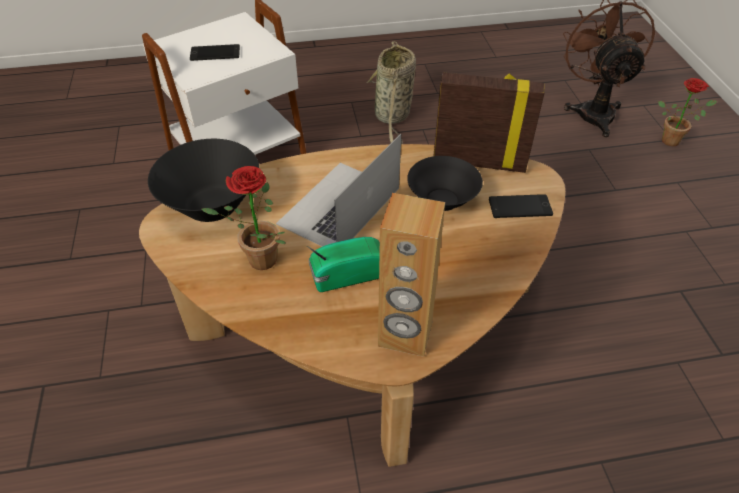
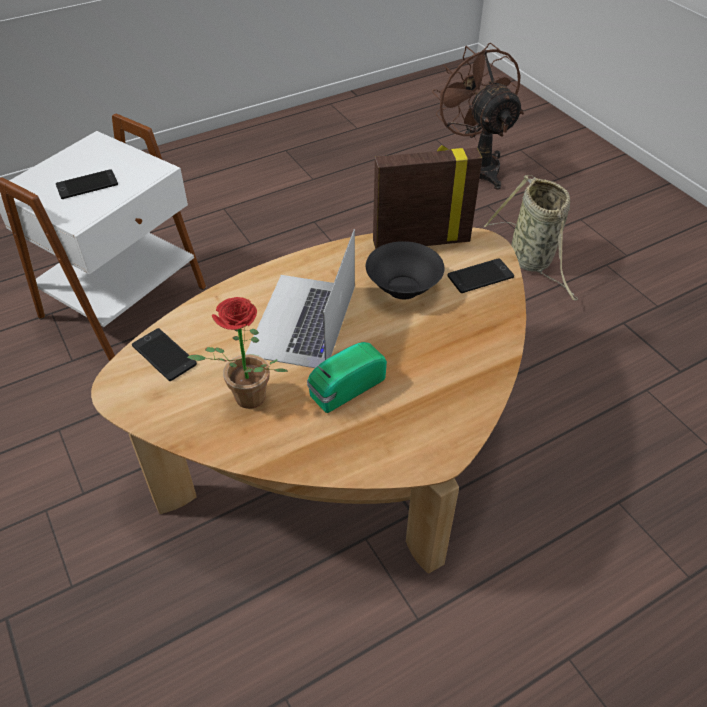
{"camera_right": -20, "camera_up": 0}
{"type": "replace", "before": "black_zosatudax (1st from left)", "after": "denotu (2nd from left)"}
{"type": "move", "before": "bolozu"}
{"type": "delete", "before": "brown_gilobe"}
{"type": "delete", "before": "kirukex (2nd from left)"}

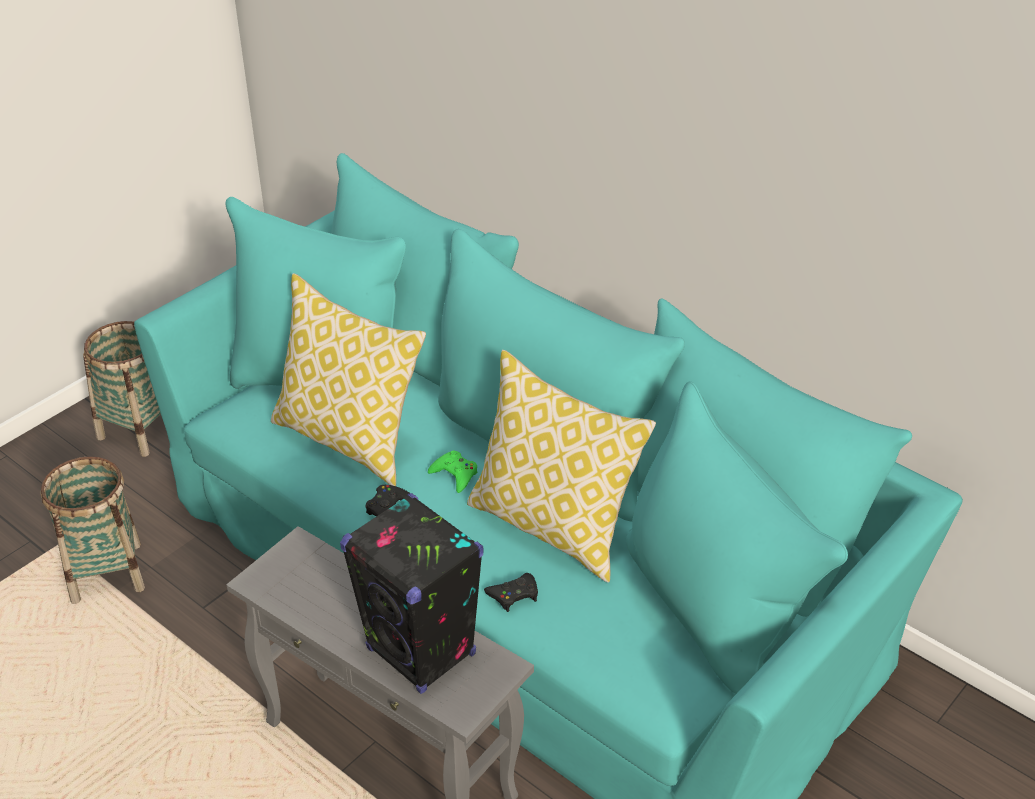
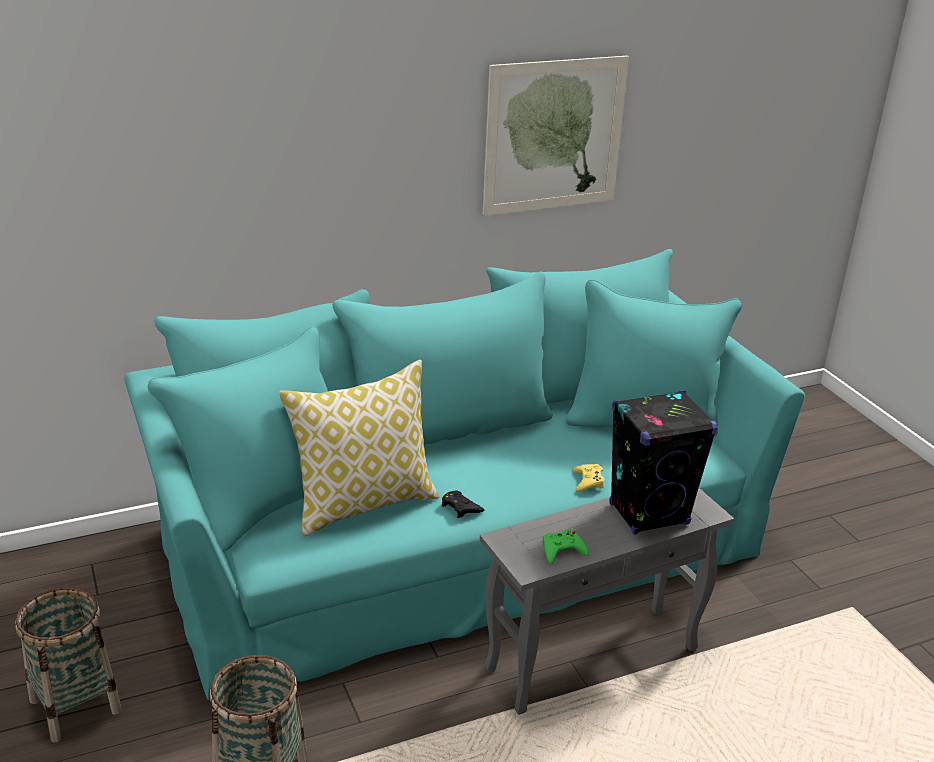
{"camera_right": -65, "camera_up": -10}
{"type": "move", "before": "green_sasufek"}
{"type": "delete", "before": "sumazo (2nd from left)"}
{"type": "recolor", "before": "black_sasufek (2nd from left)", "after": "yellow_sasufek"}
{"type": "insert", "after": "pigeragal"}

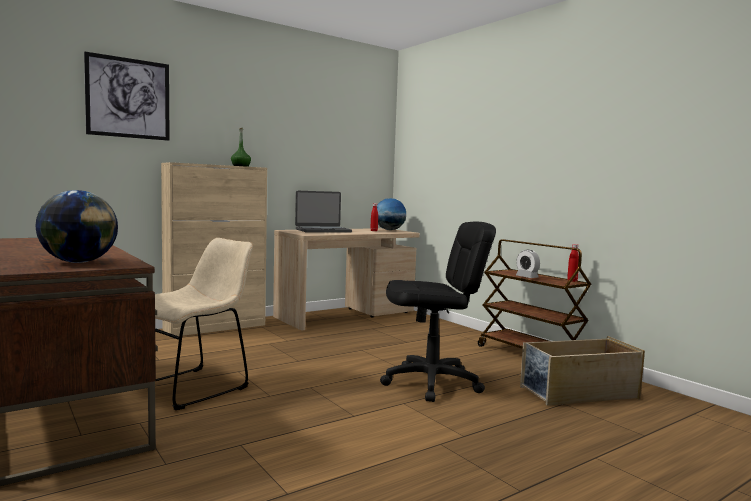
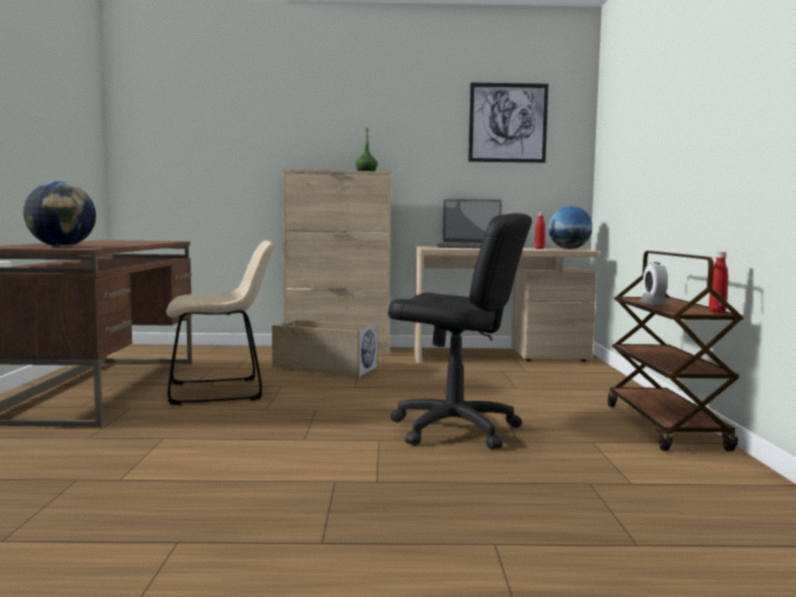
{"camera_right": 35, "camera_up": 0}
{"type": "move", "before": "pigeragal"}
{"type": "move", "before": "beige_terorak"}

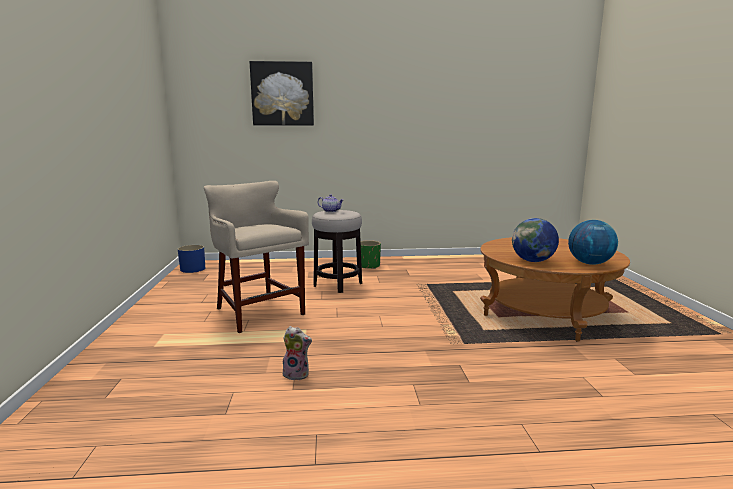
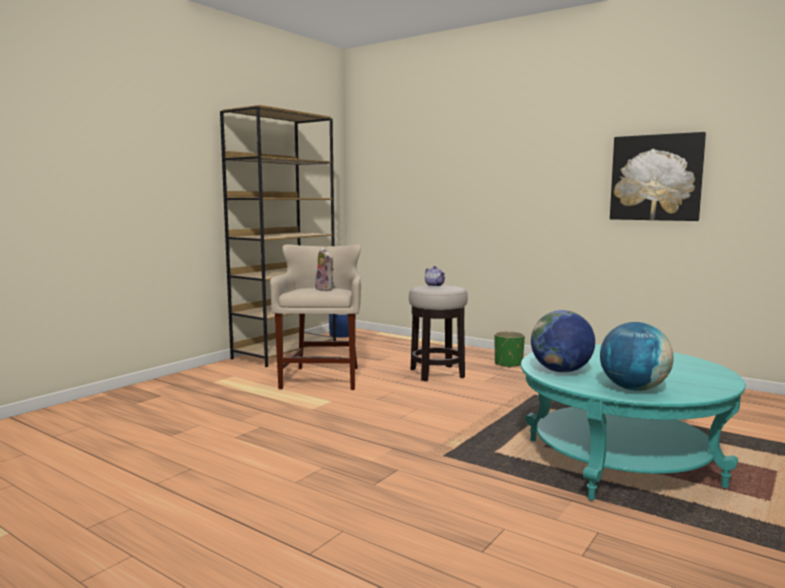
{"camera_right": 40, "camera_up": -5}
{"type": "move", "before": "pigeragal"}
{"type": "move", "before": "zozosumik"}
{"type": "recolor", "before": "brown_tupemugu", "after": "turquoise_tupemugu"}
{"type": "insert", "after": "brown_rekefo"}

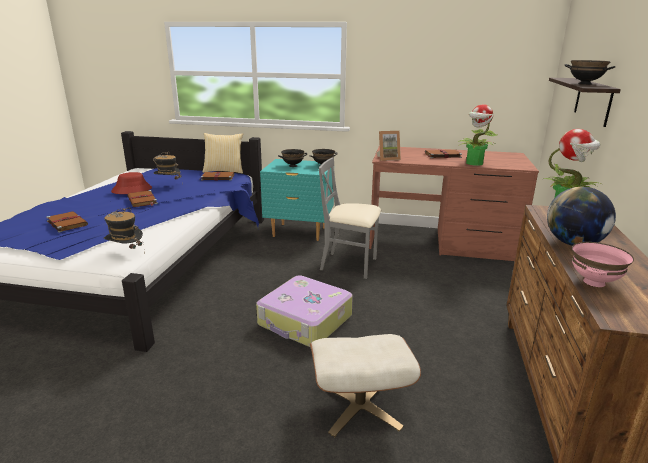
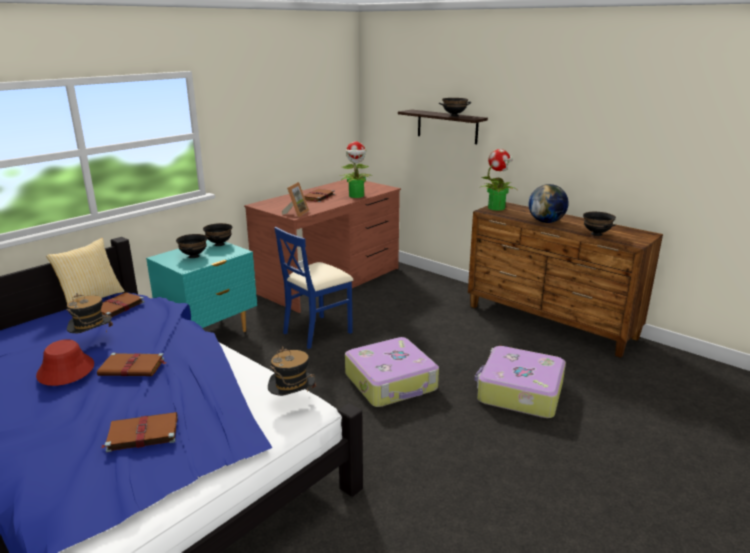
{"camera_right": -60, "camera_up": 0}
{"type": "replace", "before": "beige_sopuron", "after": "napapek (2nd from left)"}
{"type": "recolor", "before": "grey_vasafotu", "after": "blue_vasafotu"}
{"type": "recolor", "before": "pink_zosatudax", "after": "black_zosatudax (4th from left)"}

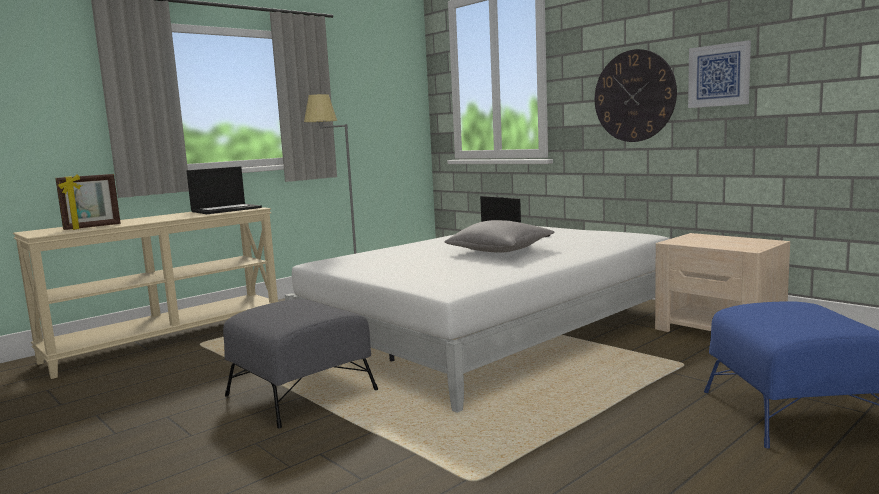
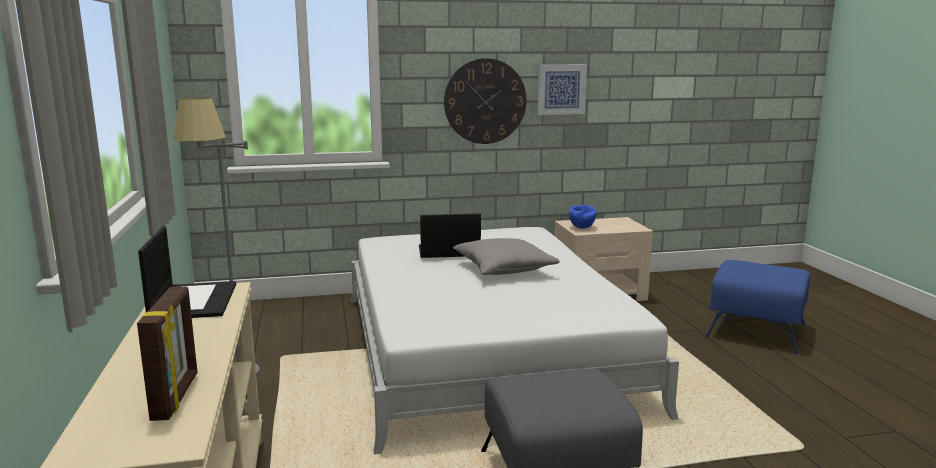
{"camera_right": -60, "camera_up": 5}
{"type": "insert", "after": "blue_zosatudax"}

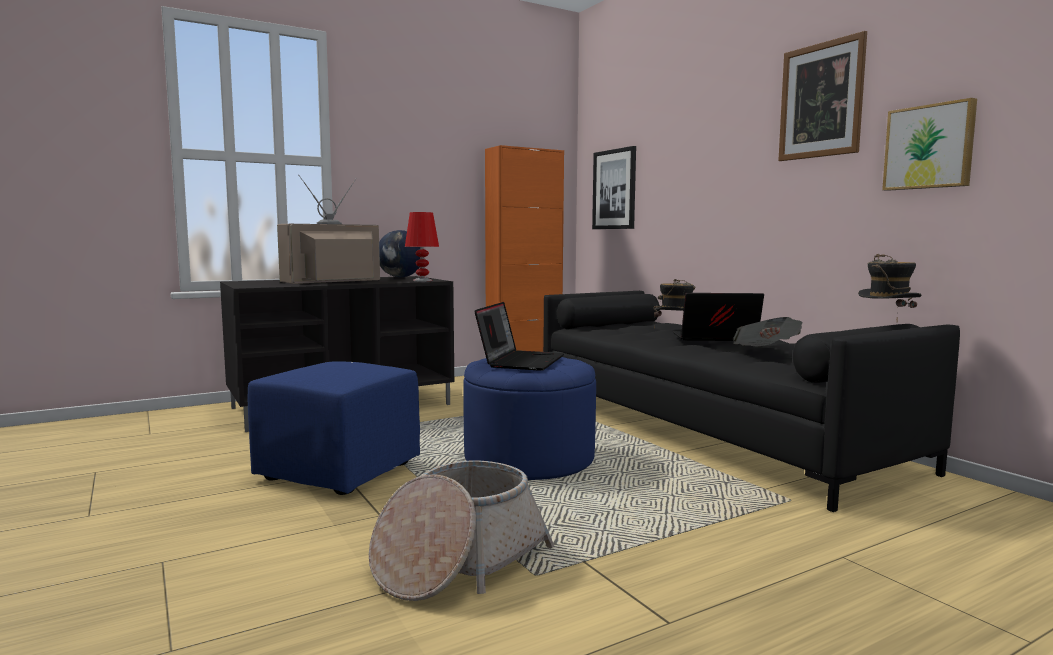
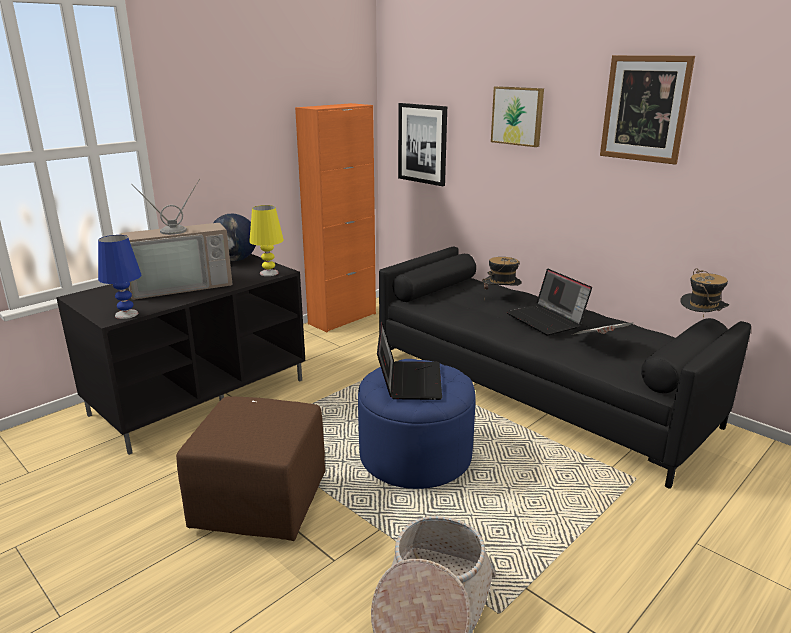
{"camera_right": -15, "camera_up": 15}
{"type": "recolor", "before": "blue_sopuron (1st from left)", "after": "brown_sopuron"}
{"type": "rotate", "before": "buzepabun", "turn": -150}
{"type": "recolor", "before": "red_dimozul", "after": "yellow_dimozul"}
{"type": "rotate", "before": "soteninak (2nd from left)", "turn": -105}
{"type": "move", "before": "pigeragal (3rd from left in the first image)", "after": "pigeragal (2nd from left)"}
{"type": "insert", "after": "blue_dimozul"}

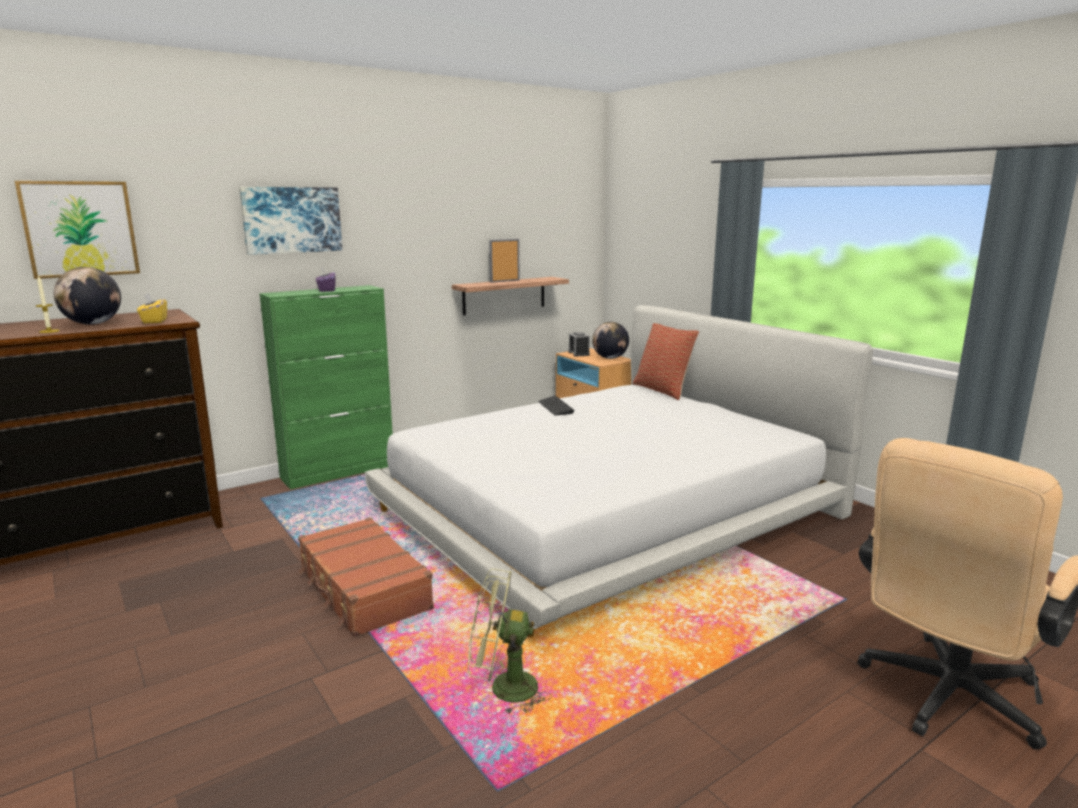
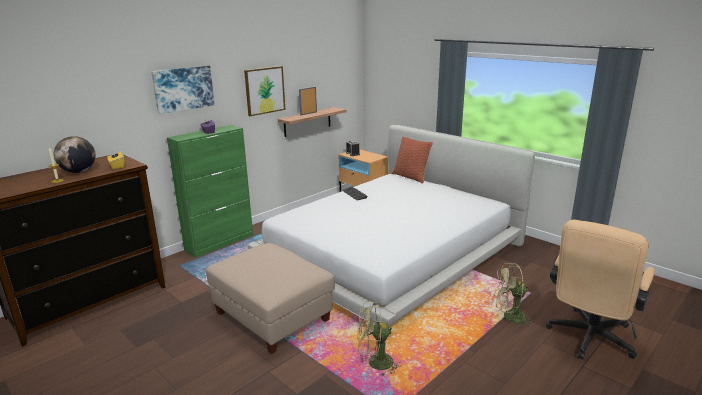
{"camera_right": -10, "camera_up": 5}
{"type": "move", "before": "pigeragal (1st from left in the first image)", "after": "pigeragal (2nd from left)"}
{"type": "replace", "before": "brown_napapek", "after": "beige_sopuron"}
{"type": "delete", "before": "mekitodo (2nd from left)"}
{"type": "insert", "after": "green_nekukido (2nd from left)"}

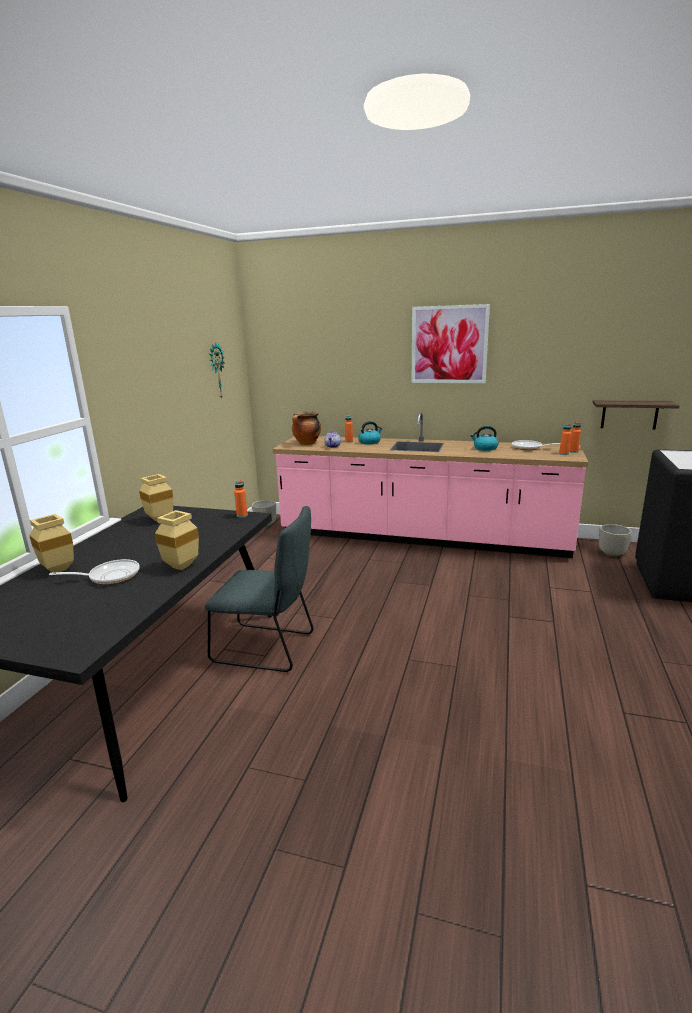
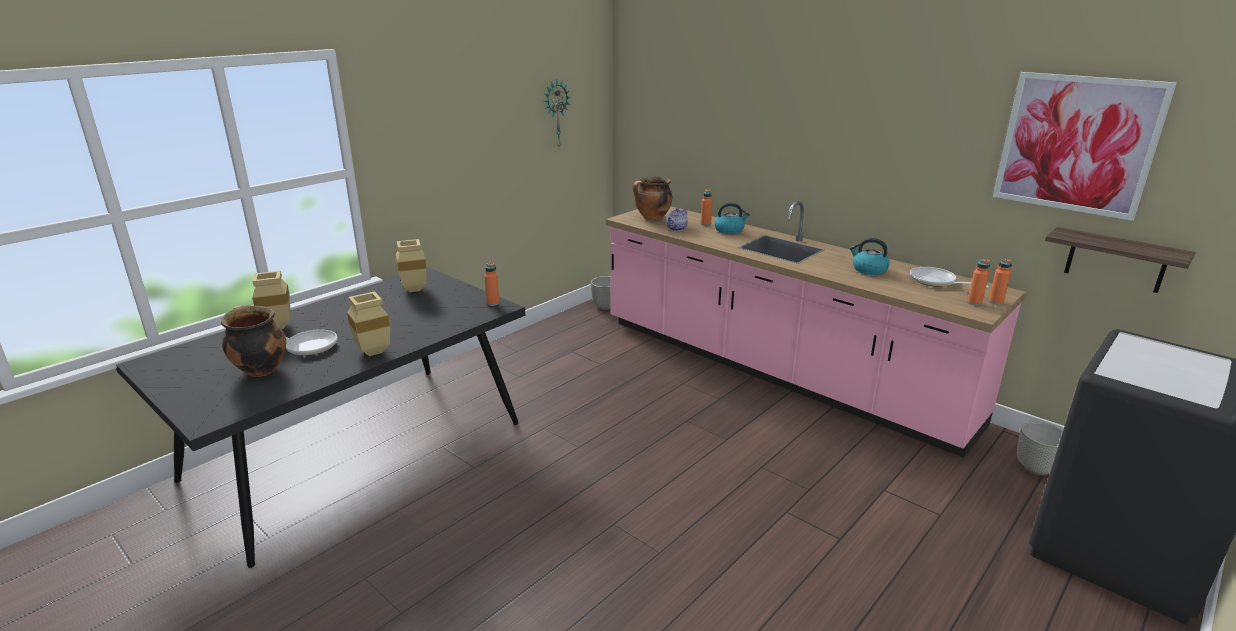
{"camera_right": 25, "camera_up": 5}
{"type": "delete", "before": "grey_vasafotu"}
{"type": "move", "before": "pigeragal"}
{"type": "insert", "after": "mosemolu (1st from left)"}

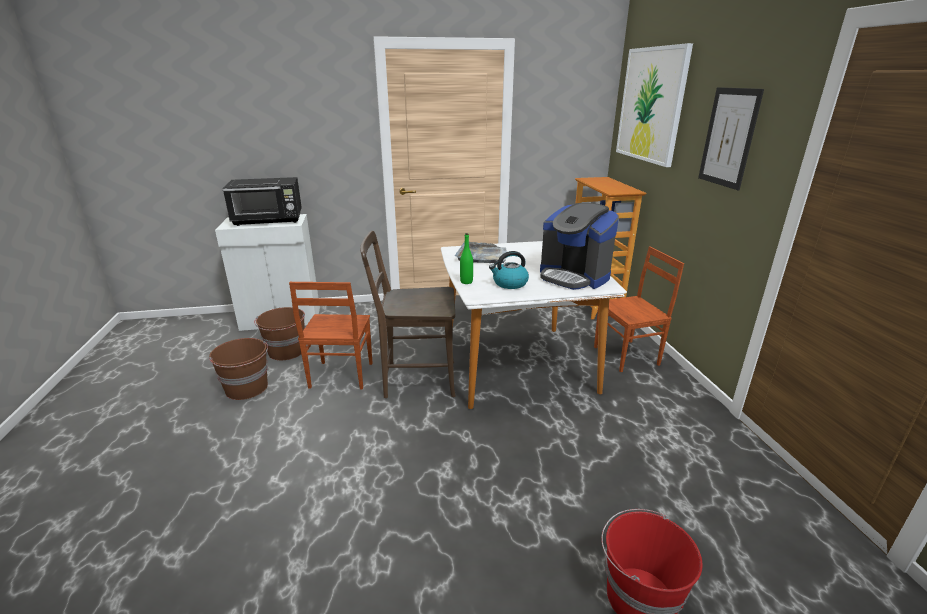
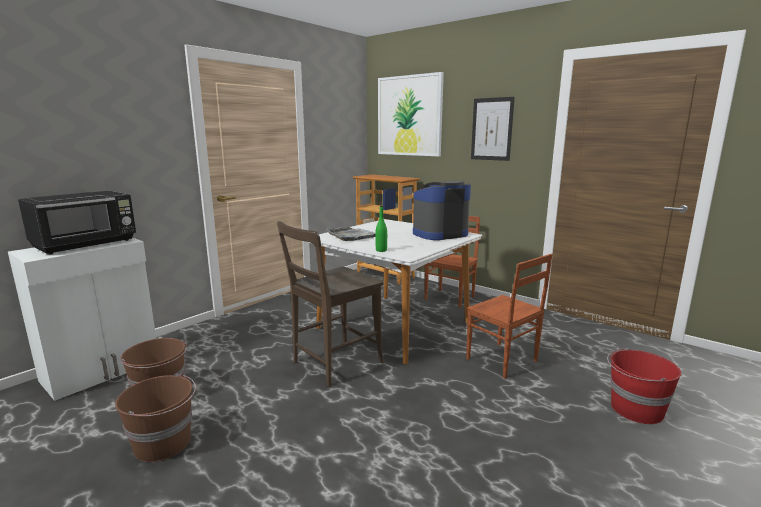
{"camera_right": -40, "camera_up": -10}
{"type": "move", "before": "brown_vasafotu (1st from left in the first image)", "after": "brown_vasafotu (3rd from left)"}
{"type": "delete", "before": "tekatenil"}
{"type": "rotate", "before": "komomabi", "turn": 150}

